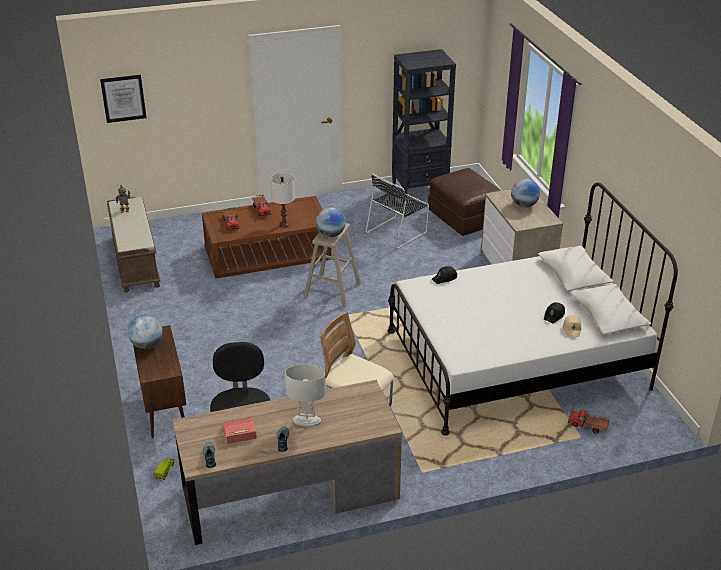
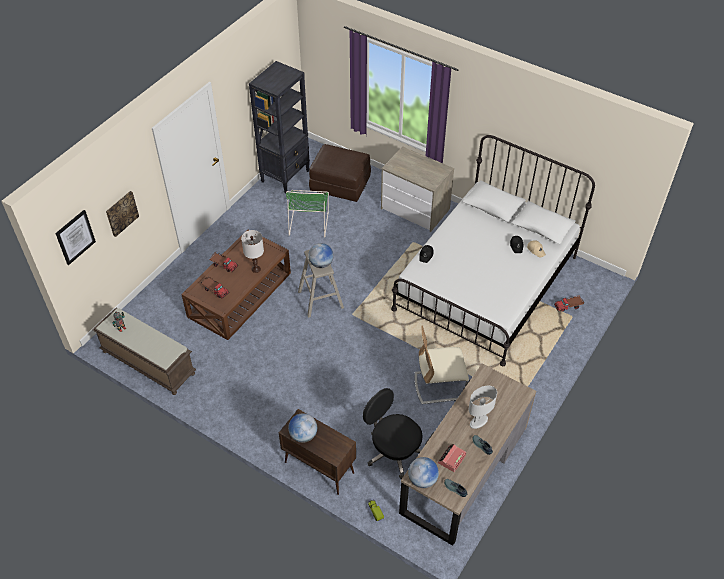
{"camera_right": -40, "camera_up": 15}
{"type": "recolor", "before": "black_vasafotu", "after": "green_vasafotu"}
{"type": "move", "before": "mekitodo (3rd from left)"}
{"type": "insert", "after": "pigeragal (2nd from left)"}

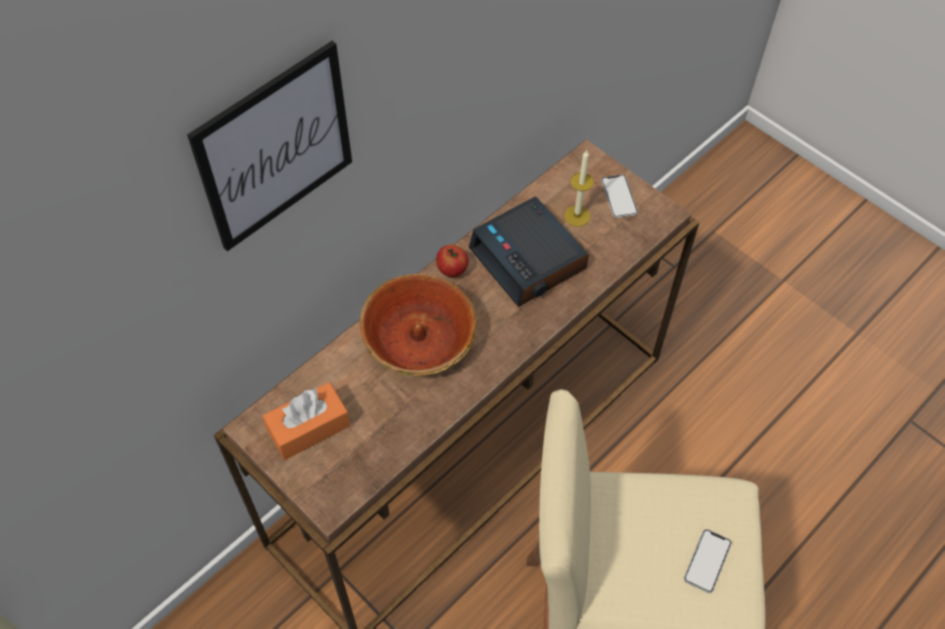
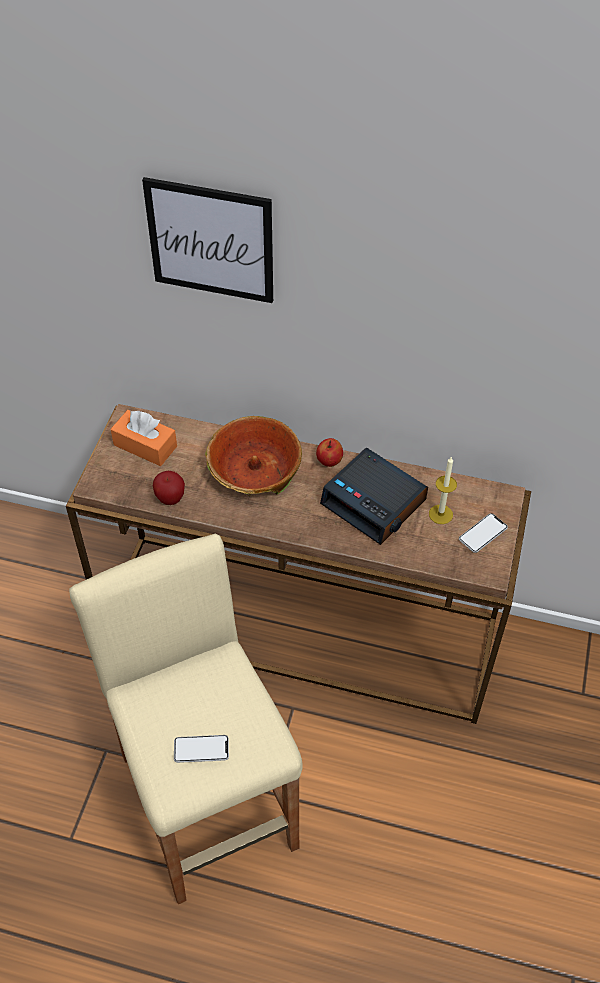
{"camera_right": 60, "camera_up": -5}
{"type": "rotate", "before": "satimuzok", "turn": -75}
{"type": "insert", "after": "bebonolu (1st from left)"}

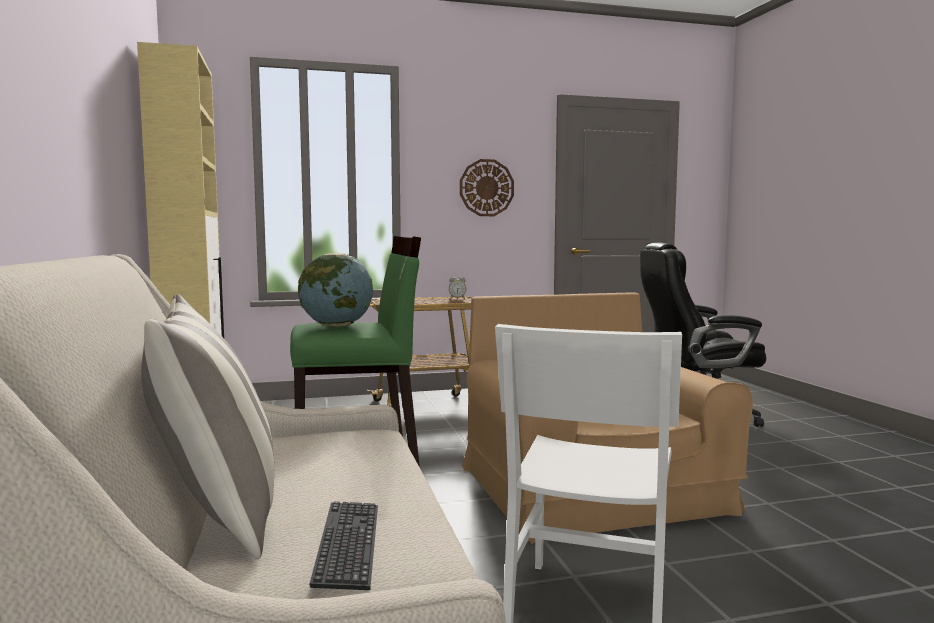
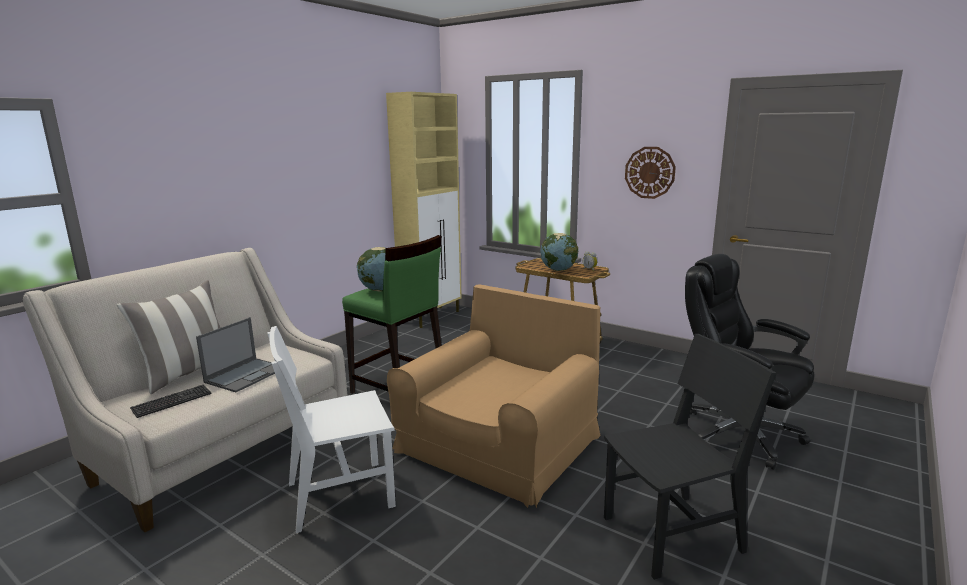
{"camera_right": 50, "camera_up": 10}
{"type": "insert", "after": "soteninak"}
{"type": "insert", "after": "mekitodo (2nd from left)"}
{"type": "insert", "after": "black_vasafotu"}

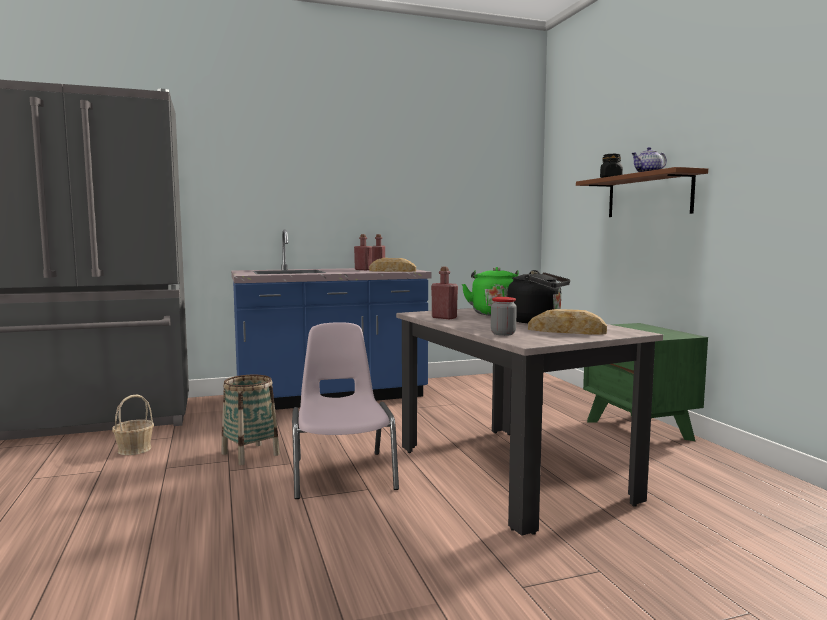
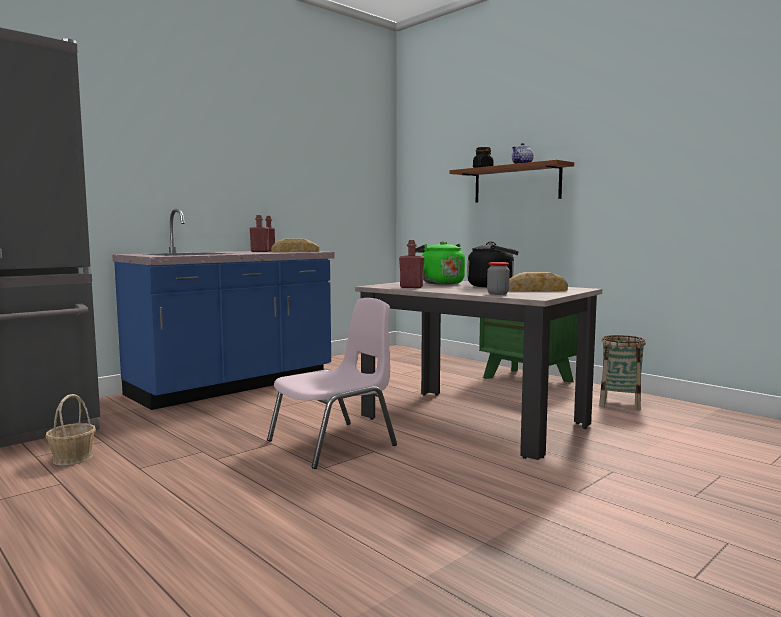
{"camera_right": -25, "camera_up": 0}
{"type": "move", "before": "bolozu (2nd from left)"}
{"type": "rotate", "before": "pink_vasafotu", "turn": 90}

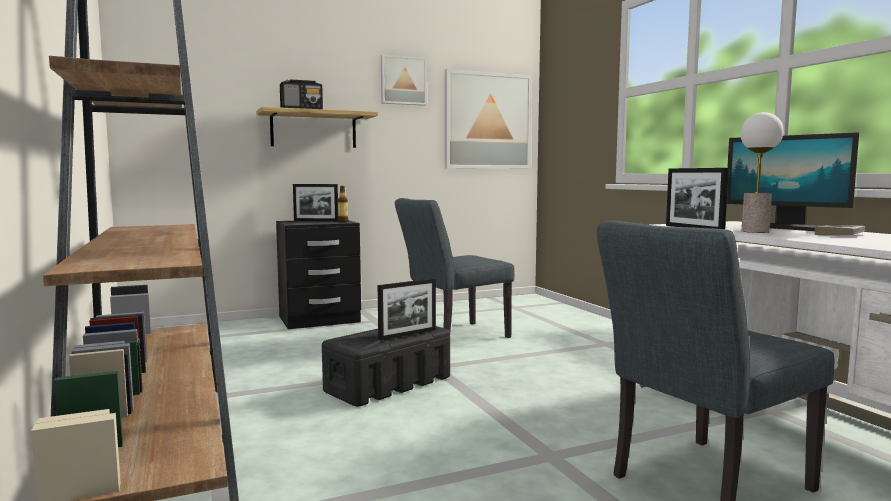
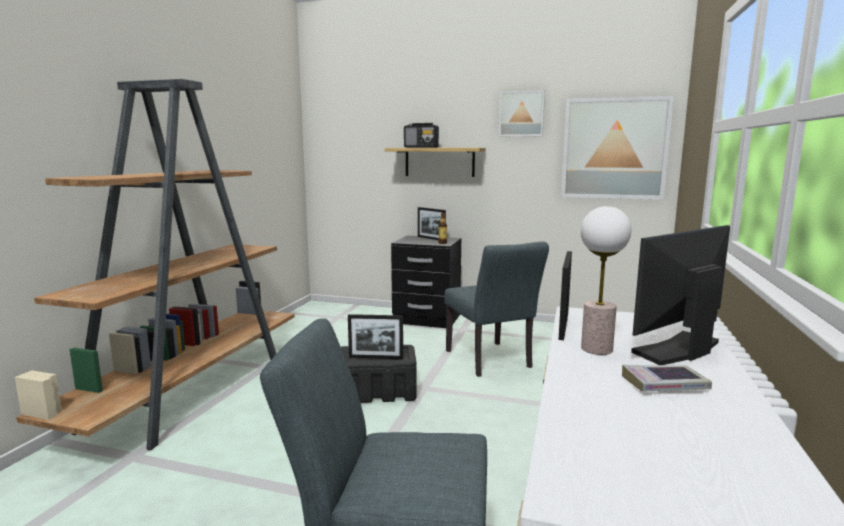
{"camera_right": 40, "camera_up": 5}
{"type": "rotate", "before": "grey_vasafotu (1st from left in the first image)", "turn": -120}
{"type": "rotate", "before": "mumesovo", "turn": 60}

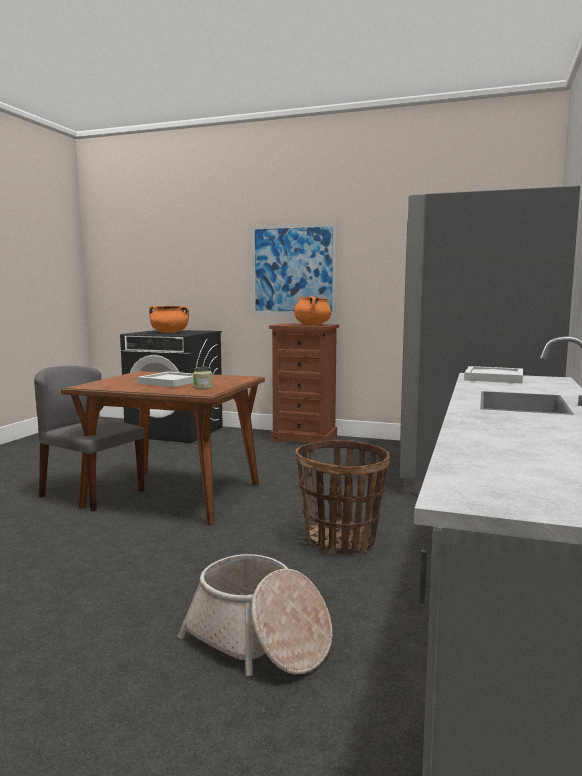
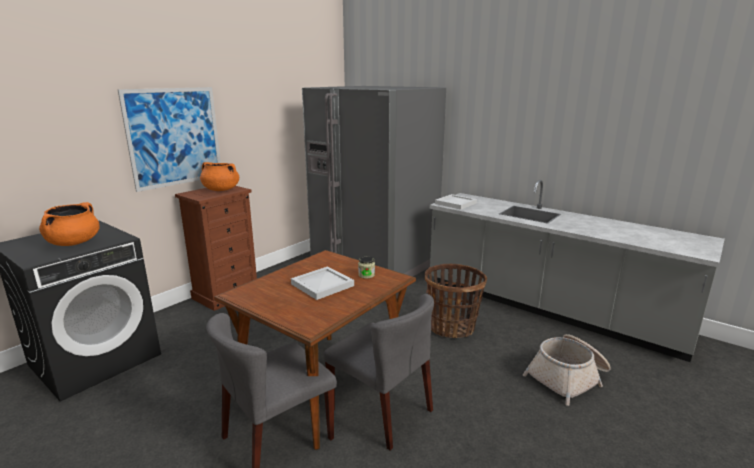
{"camera_right": -70, "camera_up": 10}
{"type": "insert", "after": "grey_vasafotu (2nd from left)"}

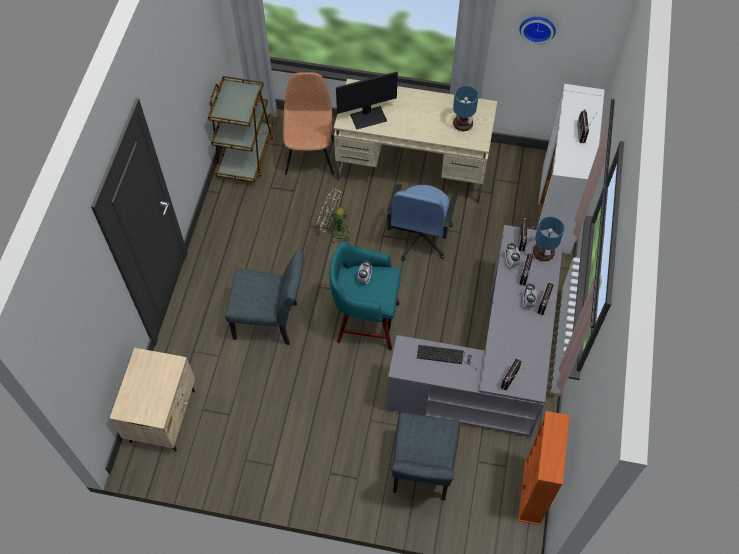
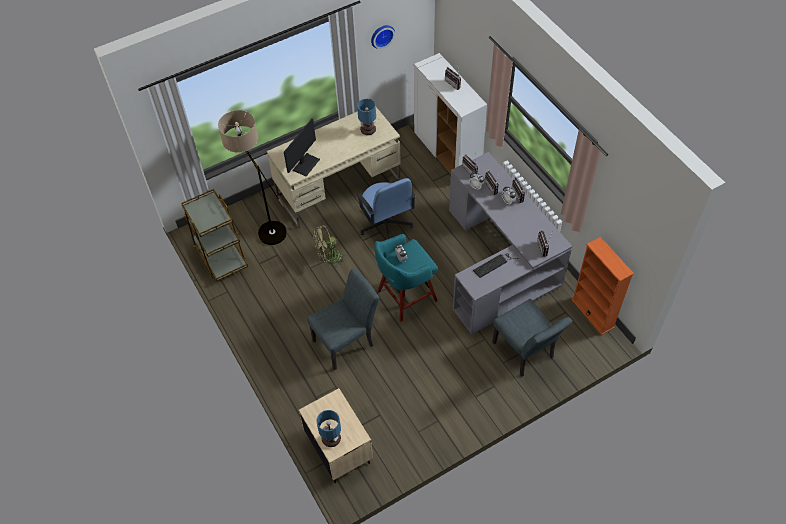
{"camera_right": -40, "camera_up": -5}
{"type": "replace", "before": "brown_vasafotu", "after": "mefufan"}
{"type": "move", "before": "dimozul (2nd from left in the first image)", "after": "dimozul (1st from left)"}

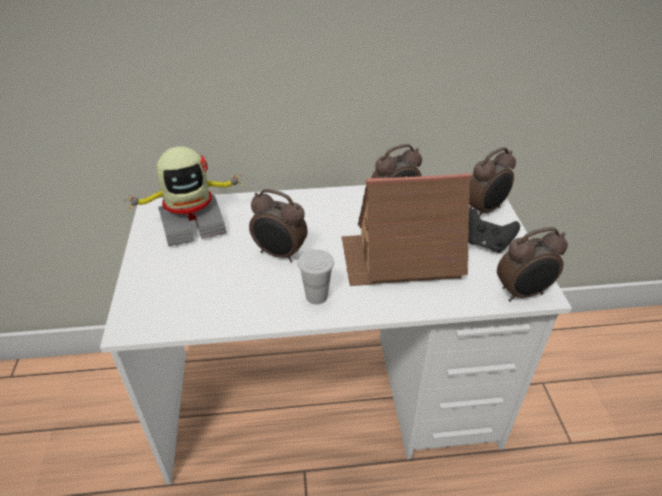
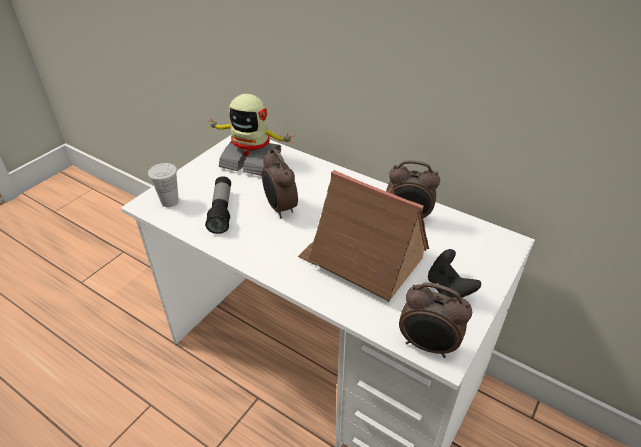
{"camera_right": 40, "camera_up": 0}
{"type": "move", "before": "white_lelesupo"}
{"type": "delete", "before": "satimuzok (3rd from left)"}
{"type": "insert", "after": "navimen"}

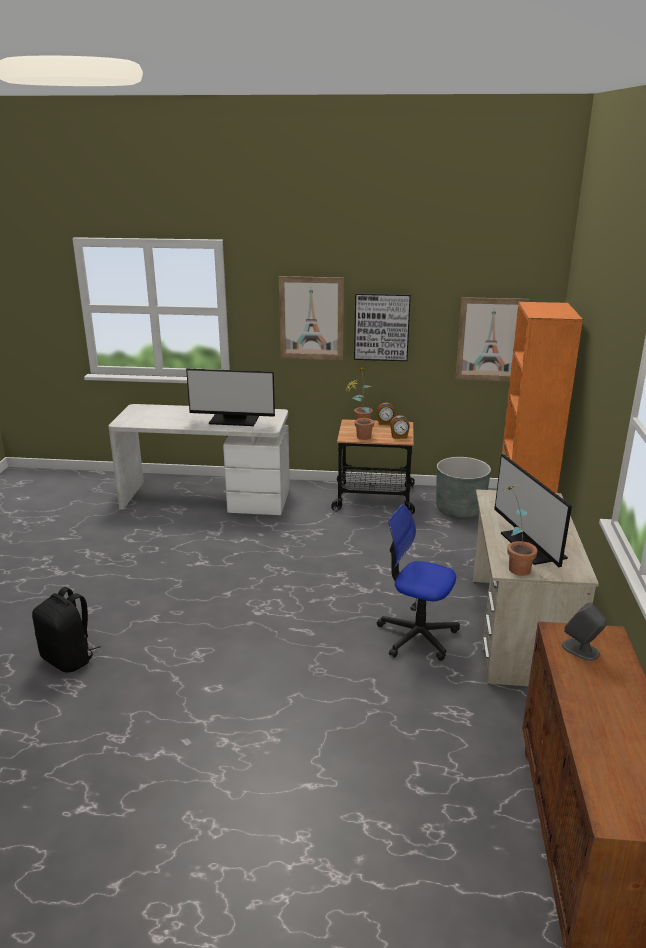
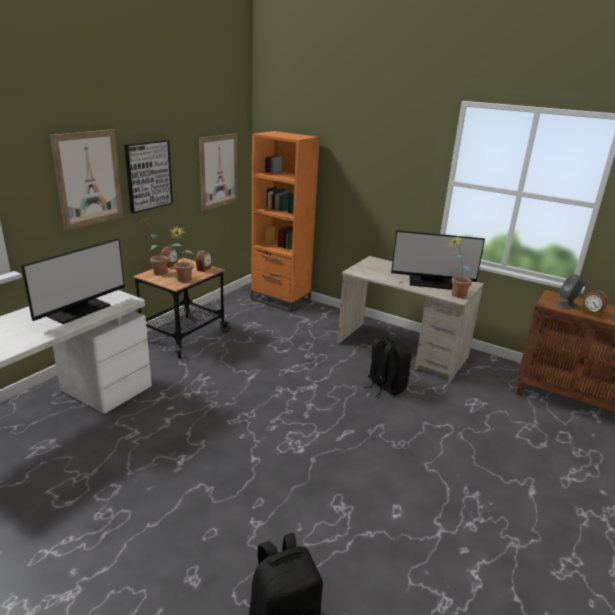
{"camera_right": -65, "camera_up": 0}
{"type": "replace", "before": "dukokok", "after": "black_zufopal (2nd from left)"}
{"type": "delete", "before": "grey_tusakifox"}
{"type": "insert", "after": "satimuzok (3rd from left)"}

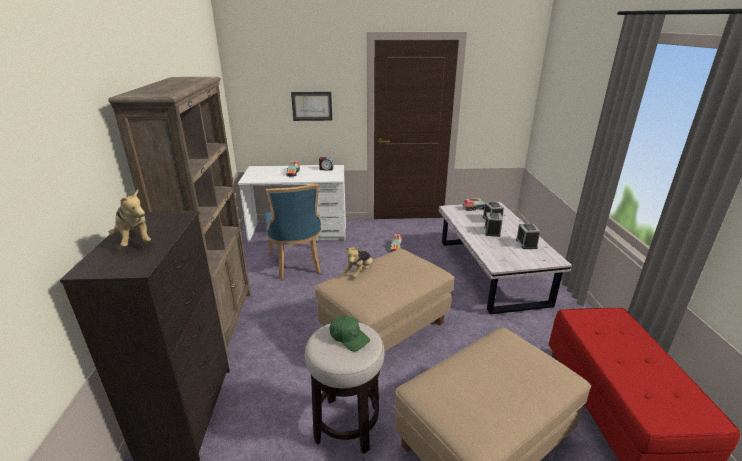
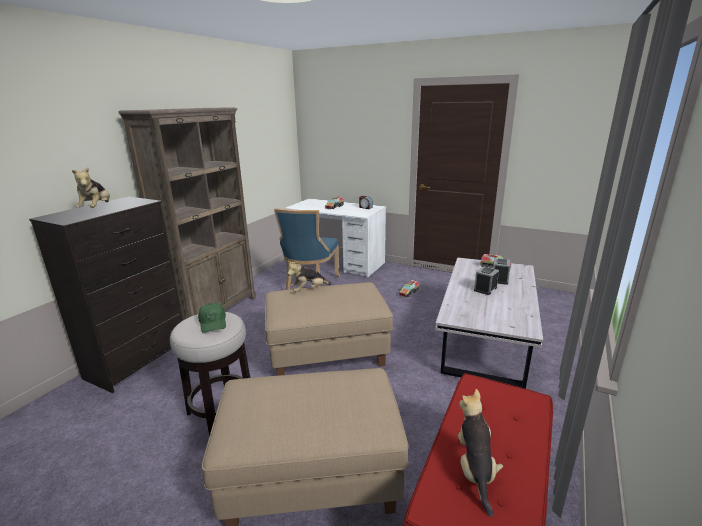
{"camera_right": 30, "camera_up": -5}
{"type": "delete", "before": "pigeragal"}
{"type": "delete", "before": "satimuzok (4th from left)"}
{"type": "insert", "after": "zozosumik (3rd from left)"}

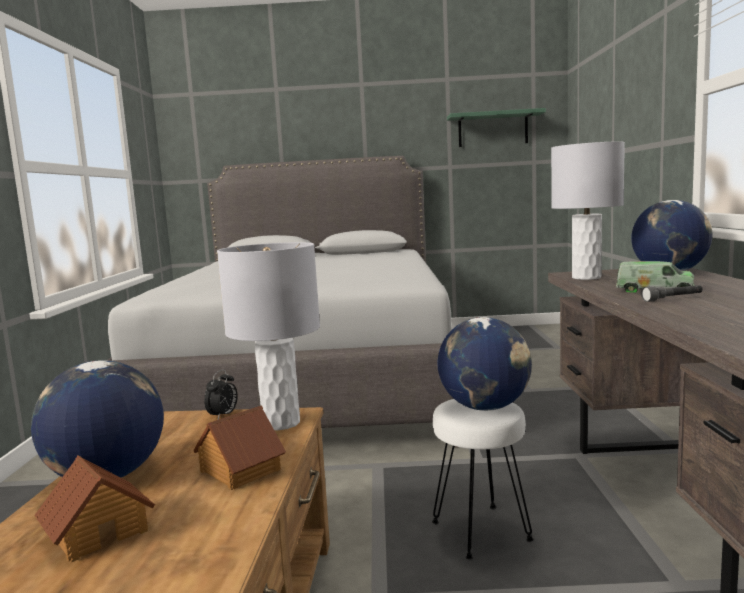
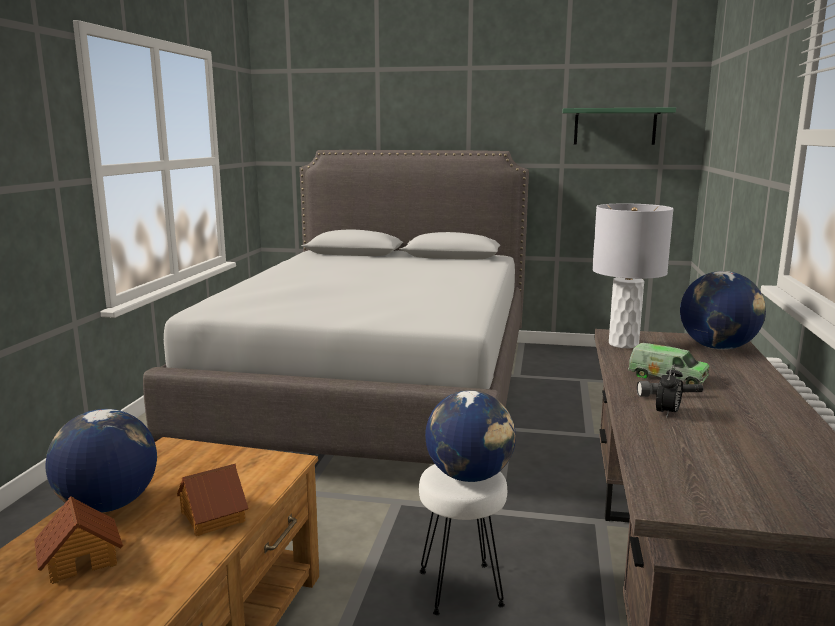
{"camera_right": 10, "camera_up": 5}
{"type": "move", "before": "satimuzok"}
{"type": "delete", "before": "grey_dimozul (1st from left)"}

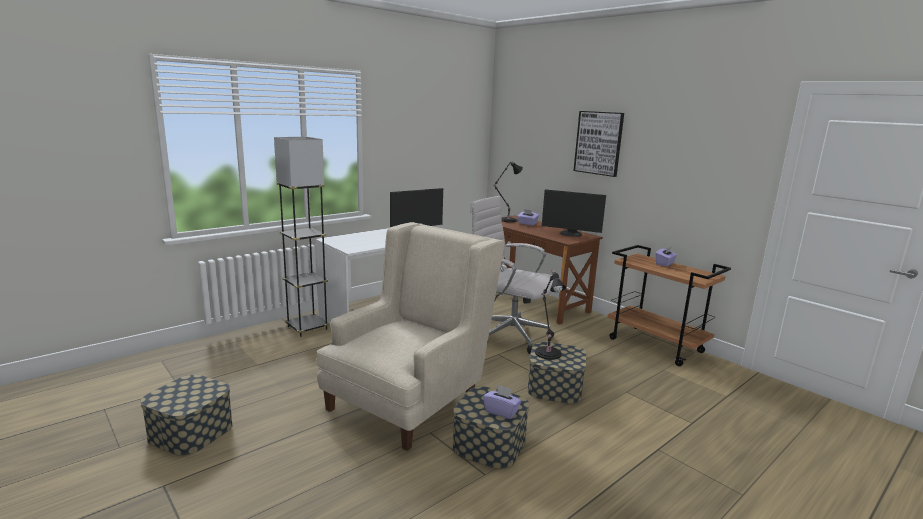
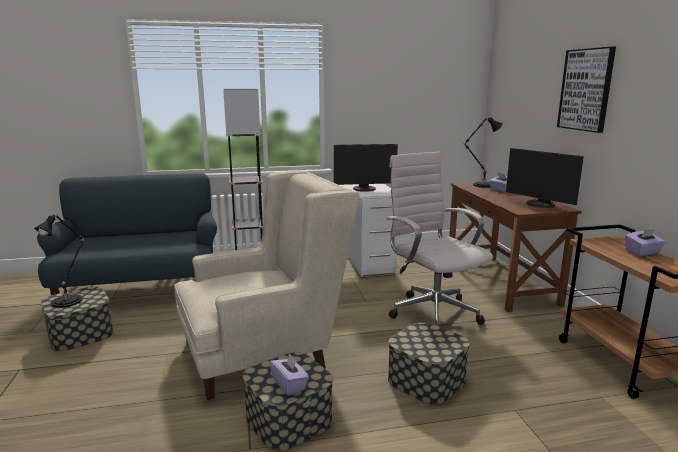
{"camera_right": 30, "camera_up": 0}
{"type": "move", "before": "black_dimozul (2nd from left in the first image)", "after": "black_dimozul (1st from left)"}
{"type": "insert", "after": "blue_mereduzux"}

